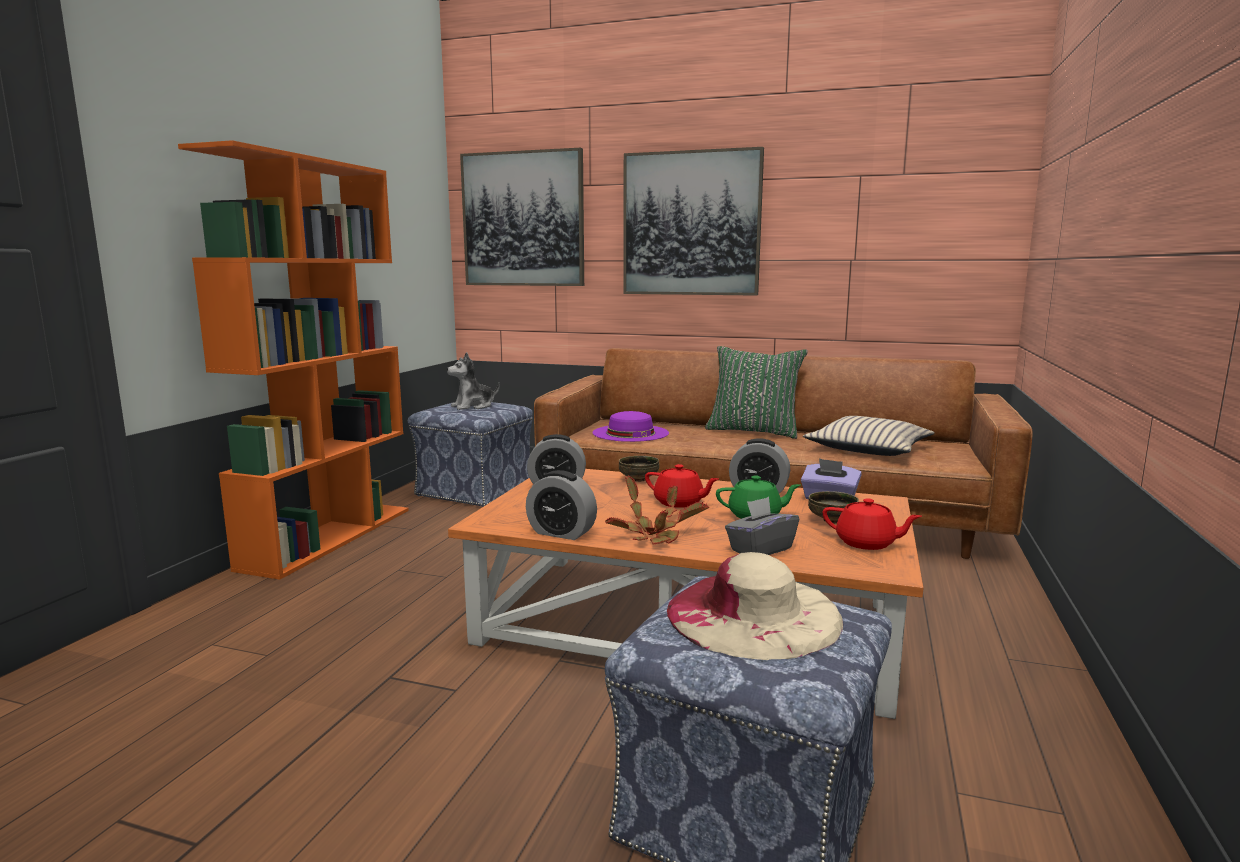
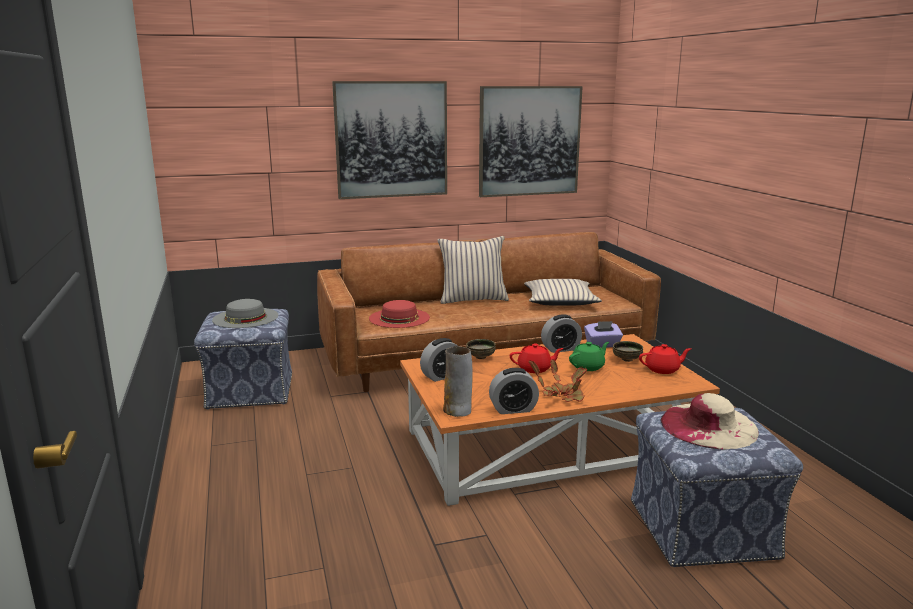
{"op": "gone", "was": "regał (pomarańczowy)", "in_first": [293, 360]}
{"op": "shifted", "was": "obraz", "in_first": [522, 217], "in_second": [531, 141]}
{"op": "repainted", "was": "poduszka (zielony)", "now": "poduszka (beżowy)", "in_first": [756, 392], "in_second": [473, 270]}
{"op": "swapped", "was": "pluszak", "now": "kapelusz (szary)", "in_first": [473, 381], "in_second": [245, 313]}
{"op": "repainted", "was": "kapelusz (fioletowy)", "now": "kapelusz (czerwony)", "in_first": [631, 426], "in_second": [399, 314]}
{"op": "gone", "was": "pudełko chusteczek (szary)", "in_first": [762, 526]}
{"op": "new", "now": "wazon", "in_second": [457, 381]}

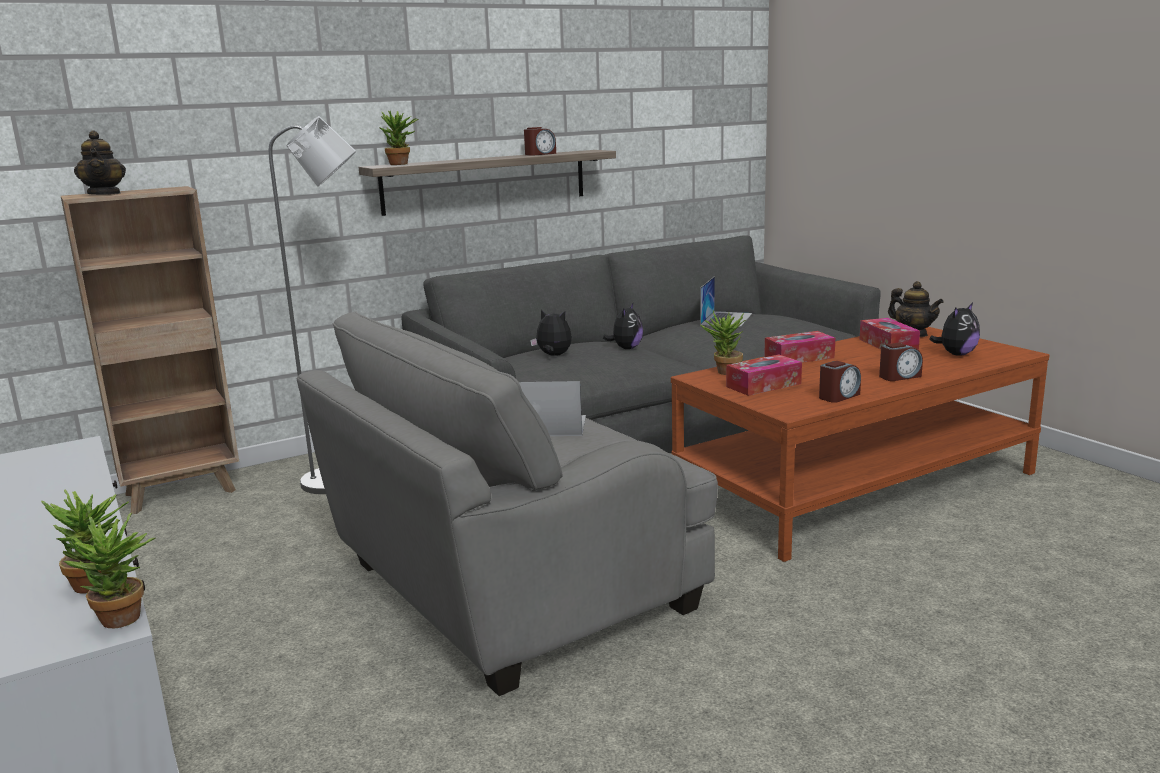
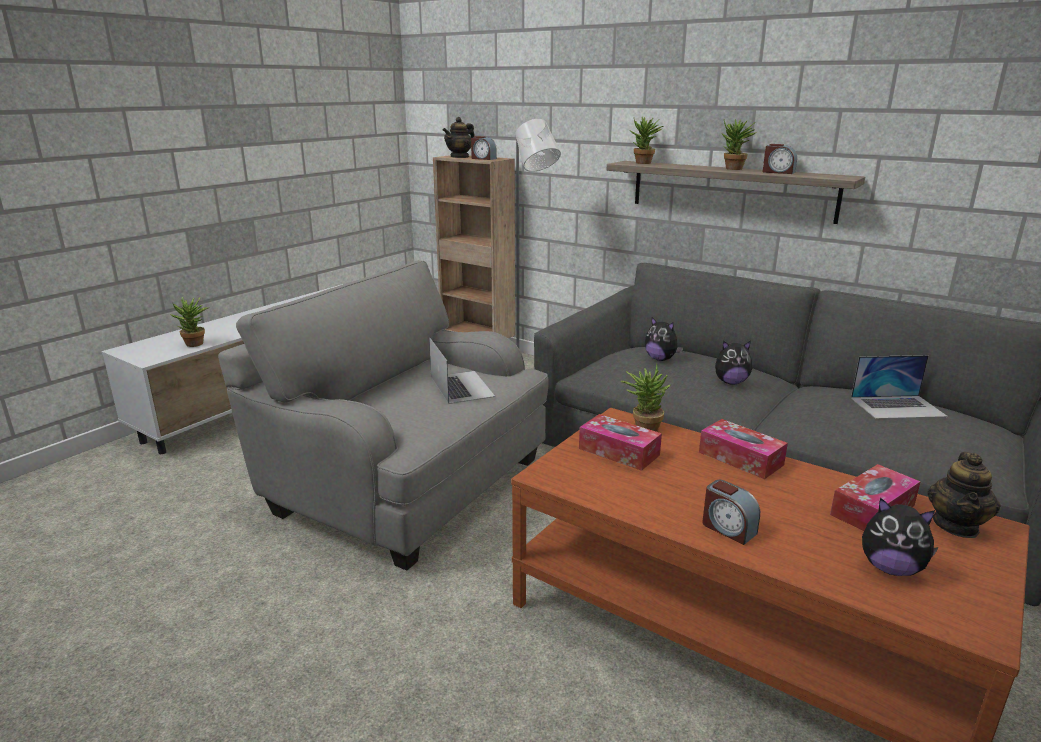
{"op": "rotated", "was": "pluszak", "in_first": [551, 333], "in_second": [664, 339], "clockwise": 135}
{"op": "shifted", "was": "budzik", "in_first": [840, 382], "in_second": [484, 148]}
{"op": "shifted", "was": "roślina doniczkowa", "in_first": [109, 570], "in_second": [739, 144]}

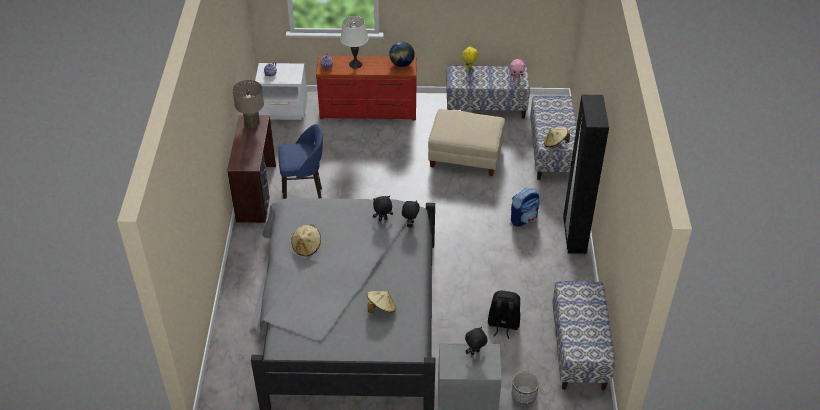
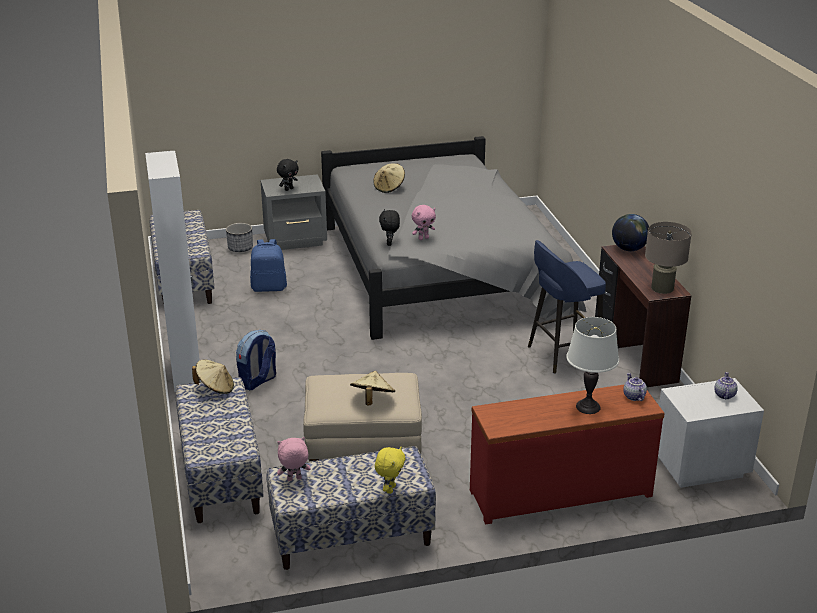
{"op": "shifted", "was": "globus", "in_first": [402, 54], "in_second": [630, 232]}
{"op": "repainted", "was": "szafa (czarny)", "now": "szafa (biały)", "in_first": [586, 174], "in_second": [173, 271]}
{"op": "repainted", "was": "pluszak (czarny)", "now": "pluszak (różowy)", "in_first": [383, 208], "in_second": [424, 222]}
{"op": "shifted", "was": "kapelusz (beżowy)", "in_first": [306, 240], "in_second": [372, 388]}
{"op": "repainted", "was": "plecak (czarny)", "now": "plecak (niebieski)", "in_first": [504, 315], "in_second": [268, 265]}

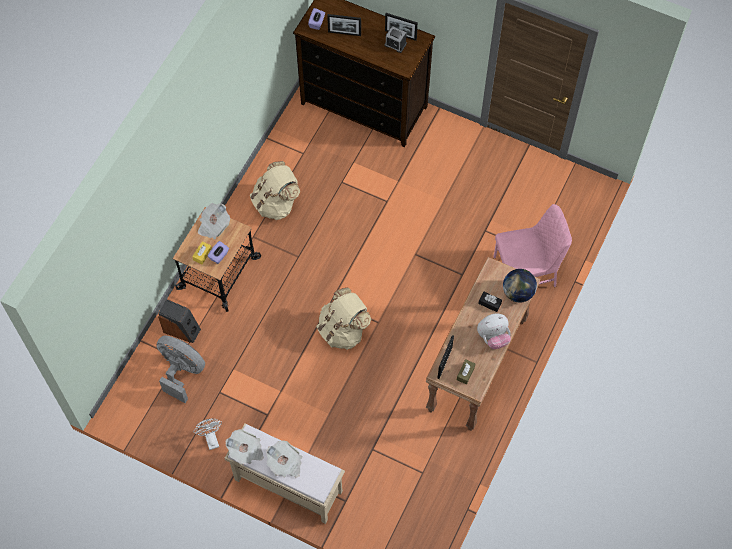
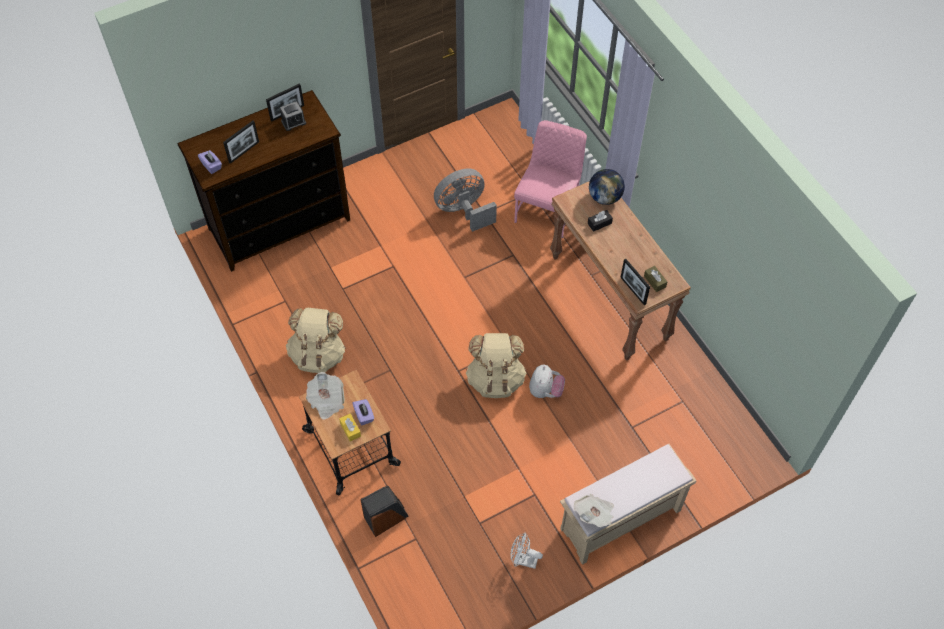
{"op": "shifted", "was": "pluszak", "in_first": [494, 331], "in_second": [547, 381]}
{"op": "shifted", "was": "wentylator (szary)", "in_first": [180, 369], "in_second": [465, 200]}
{"op": "gone", "was": "gazeta", "in_first": [284, 459]}

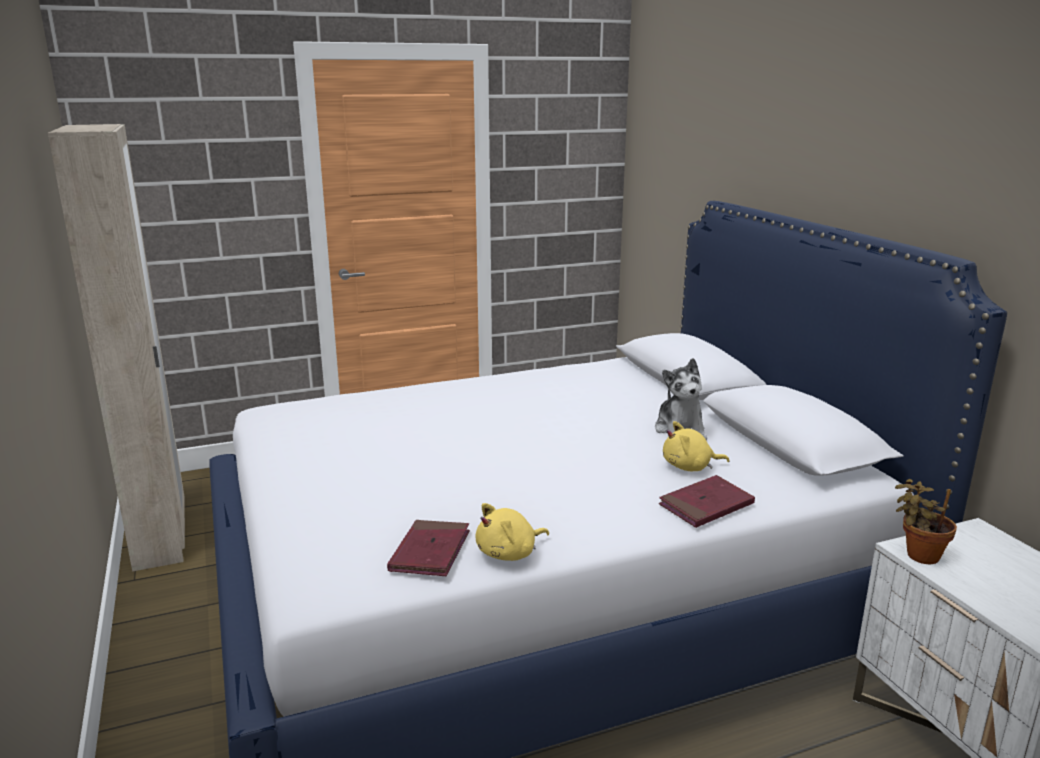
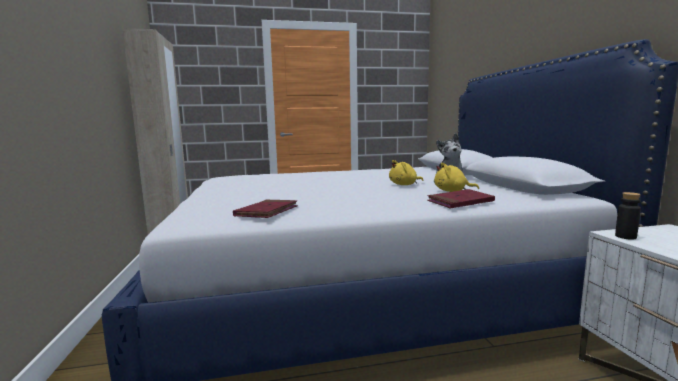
{"op": "swapped", "was": "roślina doniczkowa", "now": "butelka (czarny)", "in_first": [926, 521], "in_second": [628, 216]}
{"op": "shifted", "was": "pluszak (żółty)", "in_first": [512, 532], "in_second": [406, 172]}

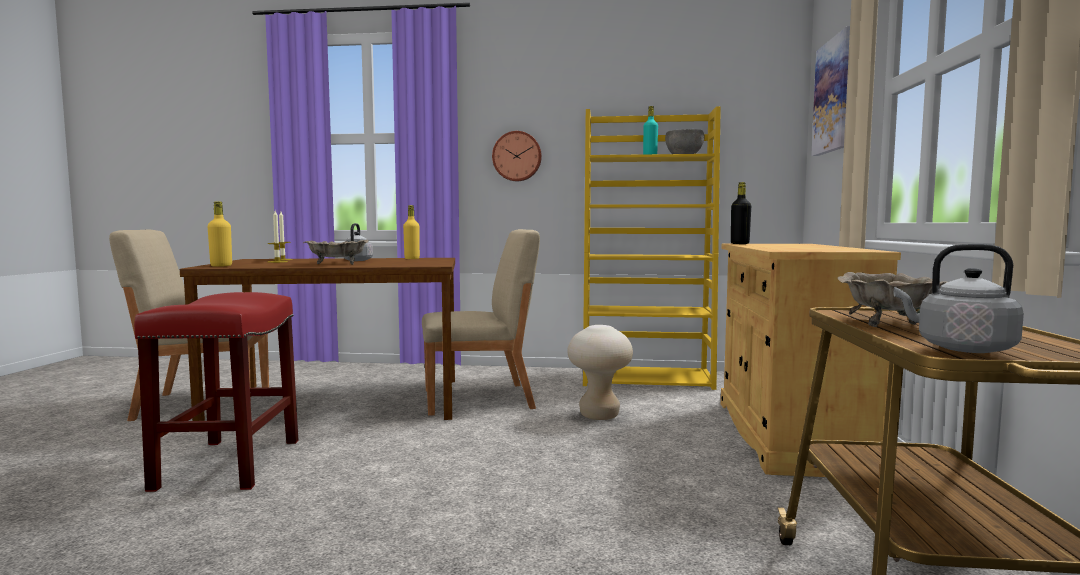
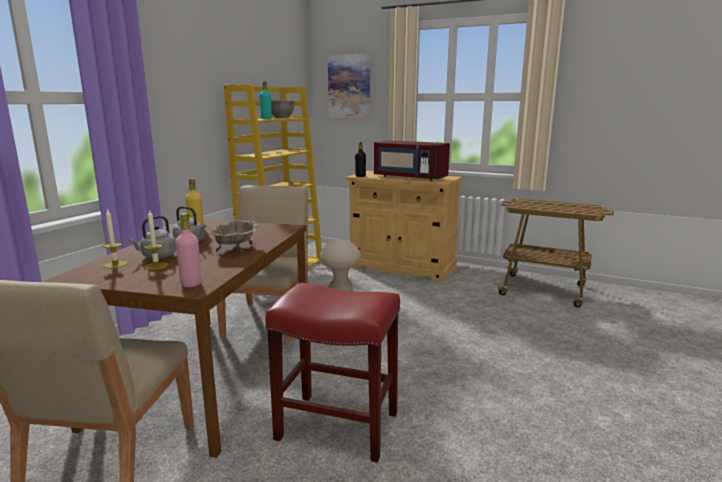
{"op": "gone", "was": "zegar ścienny", "in_first": [517, 156]}
{"op": "repainted", "was": "butelka (żółty)", "now": "butelka (różowy)", "in_first": [220, 234], "in_second": [188, 250]}
{"op": "shifted", "was": "czajnik (szary)", "in_first": [959, 298], "in_second": [152, 237]}
{"op": "gone", "was": "miska (beżowy)", "in_first": [892, 299]}
{"op": "new", "now": "mikrofalówka (czerwony)", "in_second": [412, 160]}

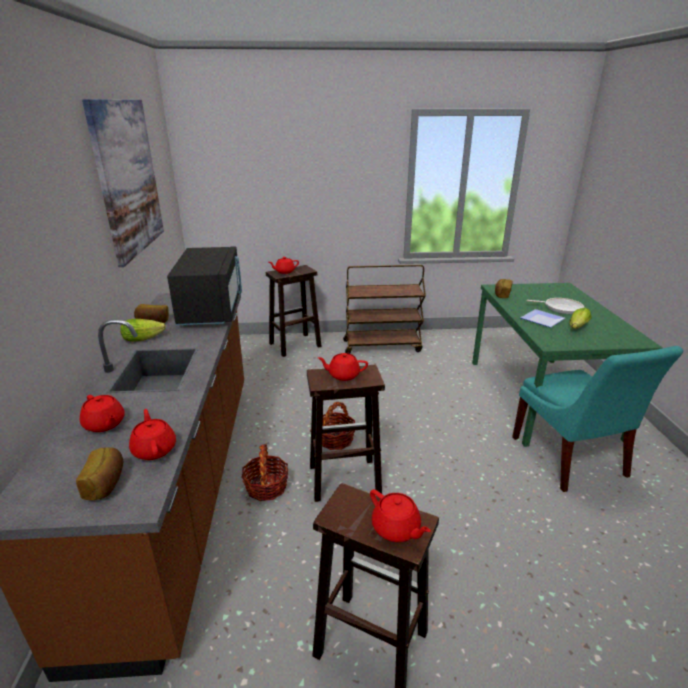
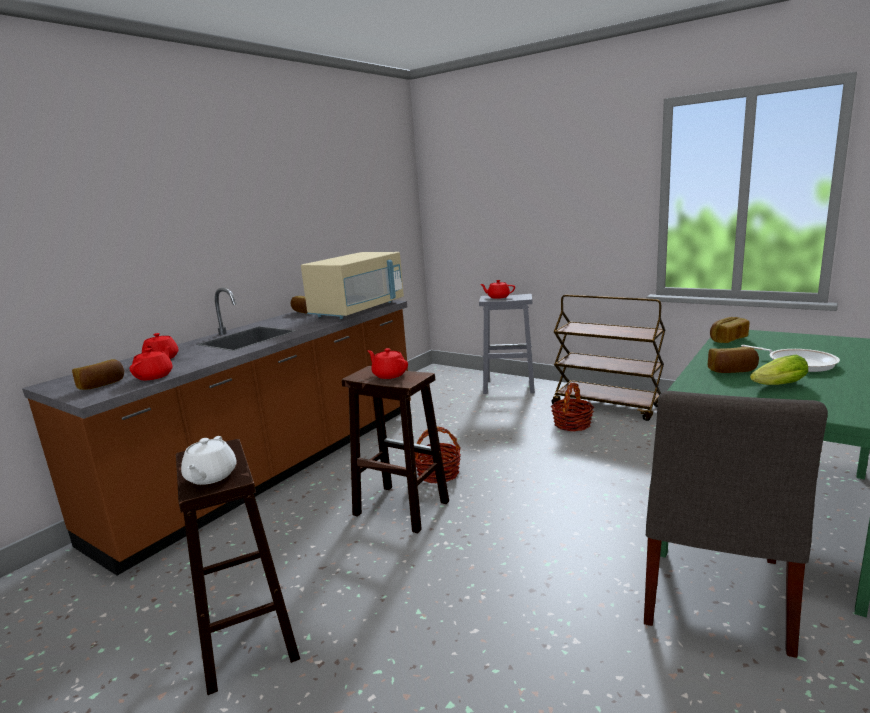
{"op": "gone", "was": "obraz", "in_first": [123, 183]}
{"op": "repainted", "was": "mikrofalówka (czarny)", "now": "mikrofalówka (beżowy)", "in_first": [204, 286], "in_second": [352, 285]}
{"op": "repainted", "was": "stołek (brązowy)", "now": "stołek (szary)", "in_first": [294, 311], "in_second": [507, 344]}
{"op": "swapped", "was": "talerz", "now": "chleb", "in_first": [542, 318], "in_second": [733, 360]}
{"op": "gone", "was": "sałata", "in_first": [143, 330]}
{"op": "repainted", "was": "krzesło (turkusowy)", "now": "krzesło (szary)", "in_first": [597, 419], "in_second": [736, 524]}
{"op": "shifted", "was": "koszyk", "in_first": [265, 472], "in_second": [572, 407]}
{"op": "repainted", "was": "imbryk (czerwony)", "now": "imbryk (biały)", "in_first": [400, 515], "in_second": [209, 460]}

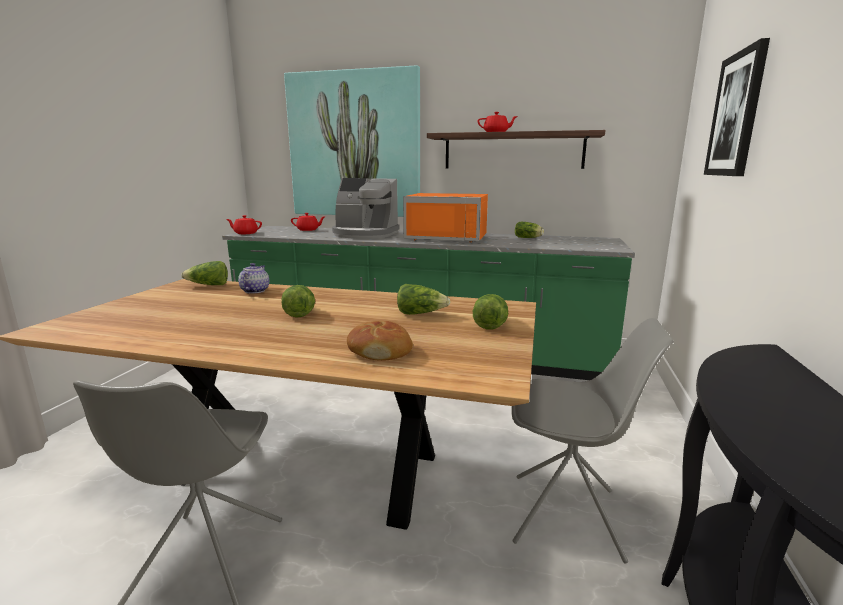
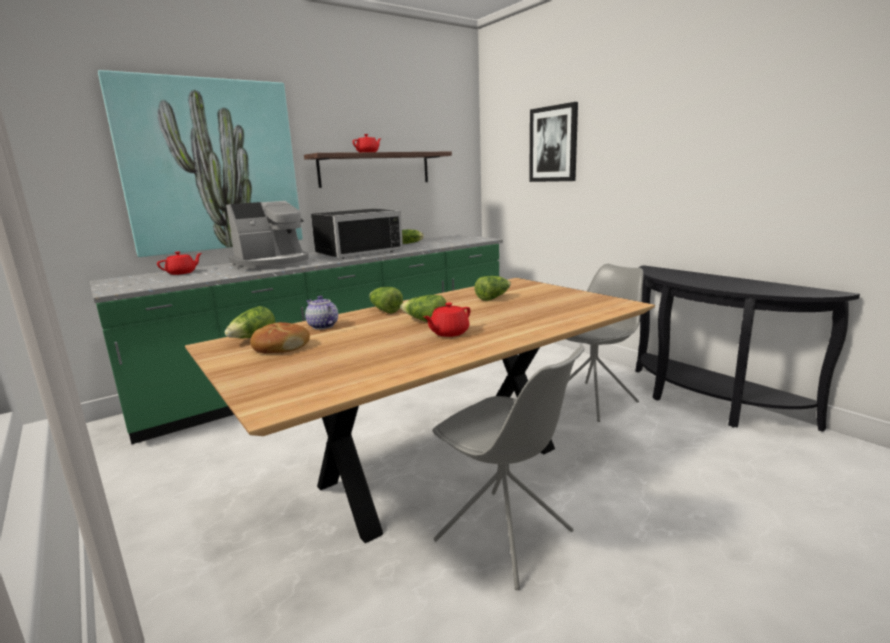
{"op": "repainted", "was": "mikrofalówka (pomarańczowy)", "now": "mikrofalówka (czarny)", "in_first": [445, 218], "in_second": [357, 234]}
{"op": "shifted", "was": "imbryk (czerwony)", "in_first": [244, 224], "in_second": [447, 319]}
{"op": "shifted", "was": "sałata", "in_first": [490, 312], "in_second": [386, 300]}
{"op": "shifted", "was": "chleb", "in_first": [380, 341], "in_second": [280, 337]}

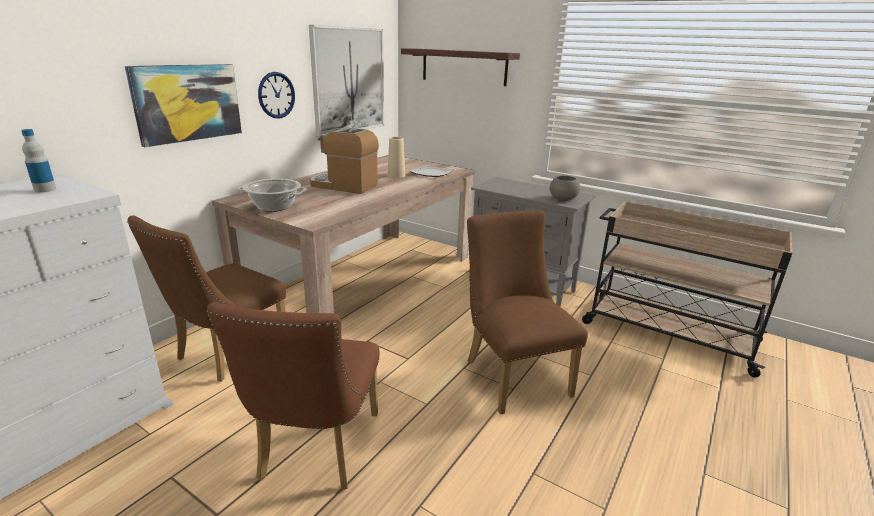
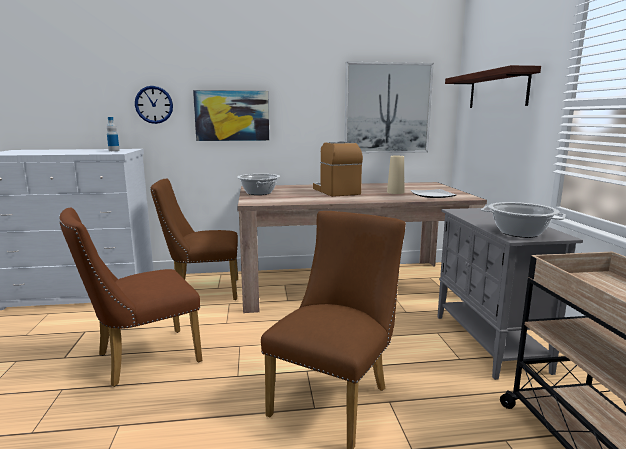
{"op": "shifted", "was": "zegar ścienny", "in_first": [276, 95], "in_second": [154, 105]}
{"op": "swapped", "was": "miska (szary)", "now": "garnek", "in_first": [565, 188], "in_second": [523, 220]}

